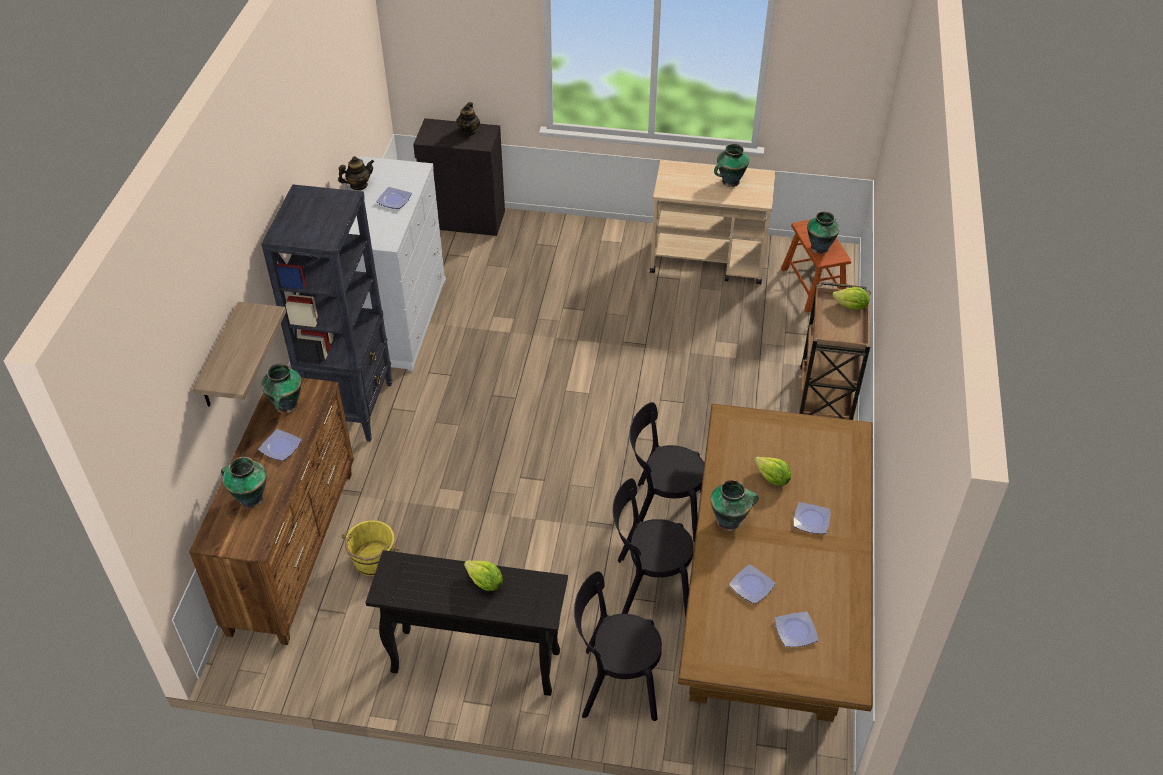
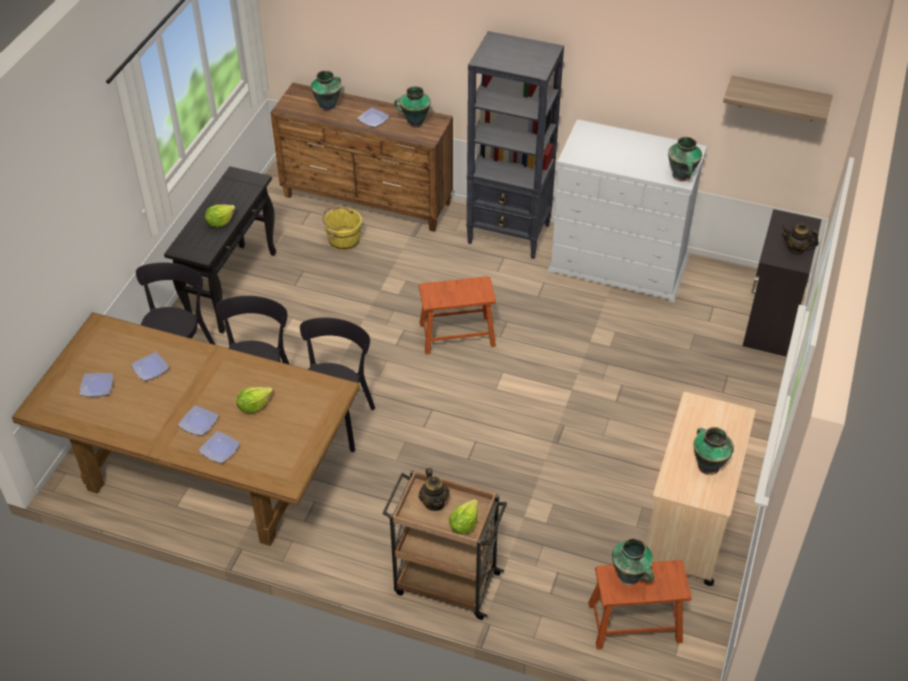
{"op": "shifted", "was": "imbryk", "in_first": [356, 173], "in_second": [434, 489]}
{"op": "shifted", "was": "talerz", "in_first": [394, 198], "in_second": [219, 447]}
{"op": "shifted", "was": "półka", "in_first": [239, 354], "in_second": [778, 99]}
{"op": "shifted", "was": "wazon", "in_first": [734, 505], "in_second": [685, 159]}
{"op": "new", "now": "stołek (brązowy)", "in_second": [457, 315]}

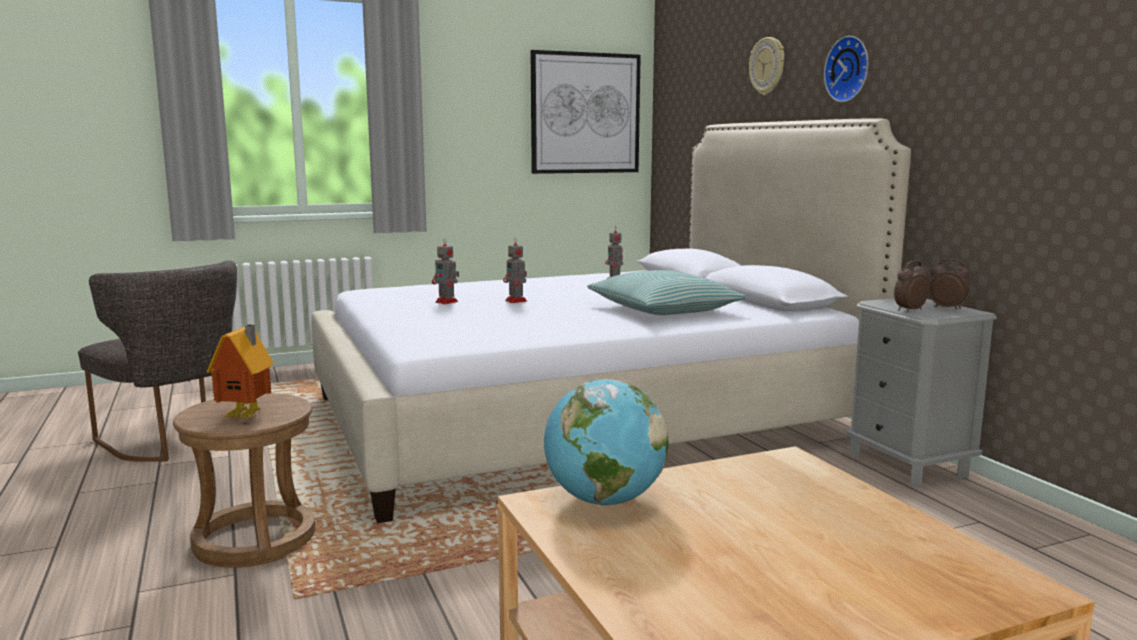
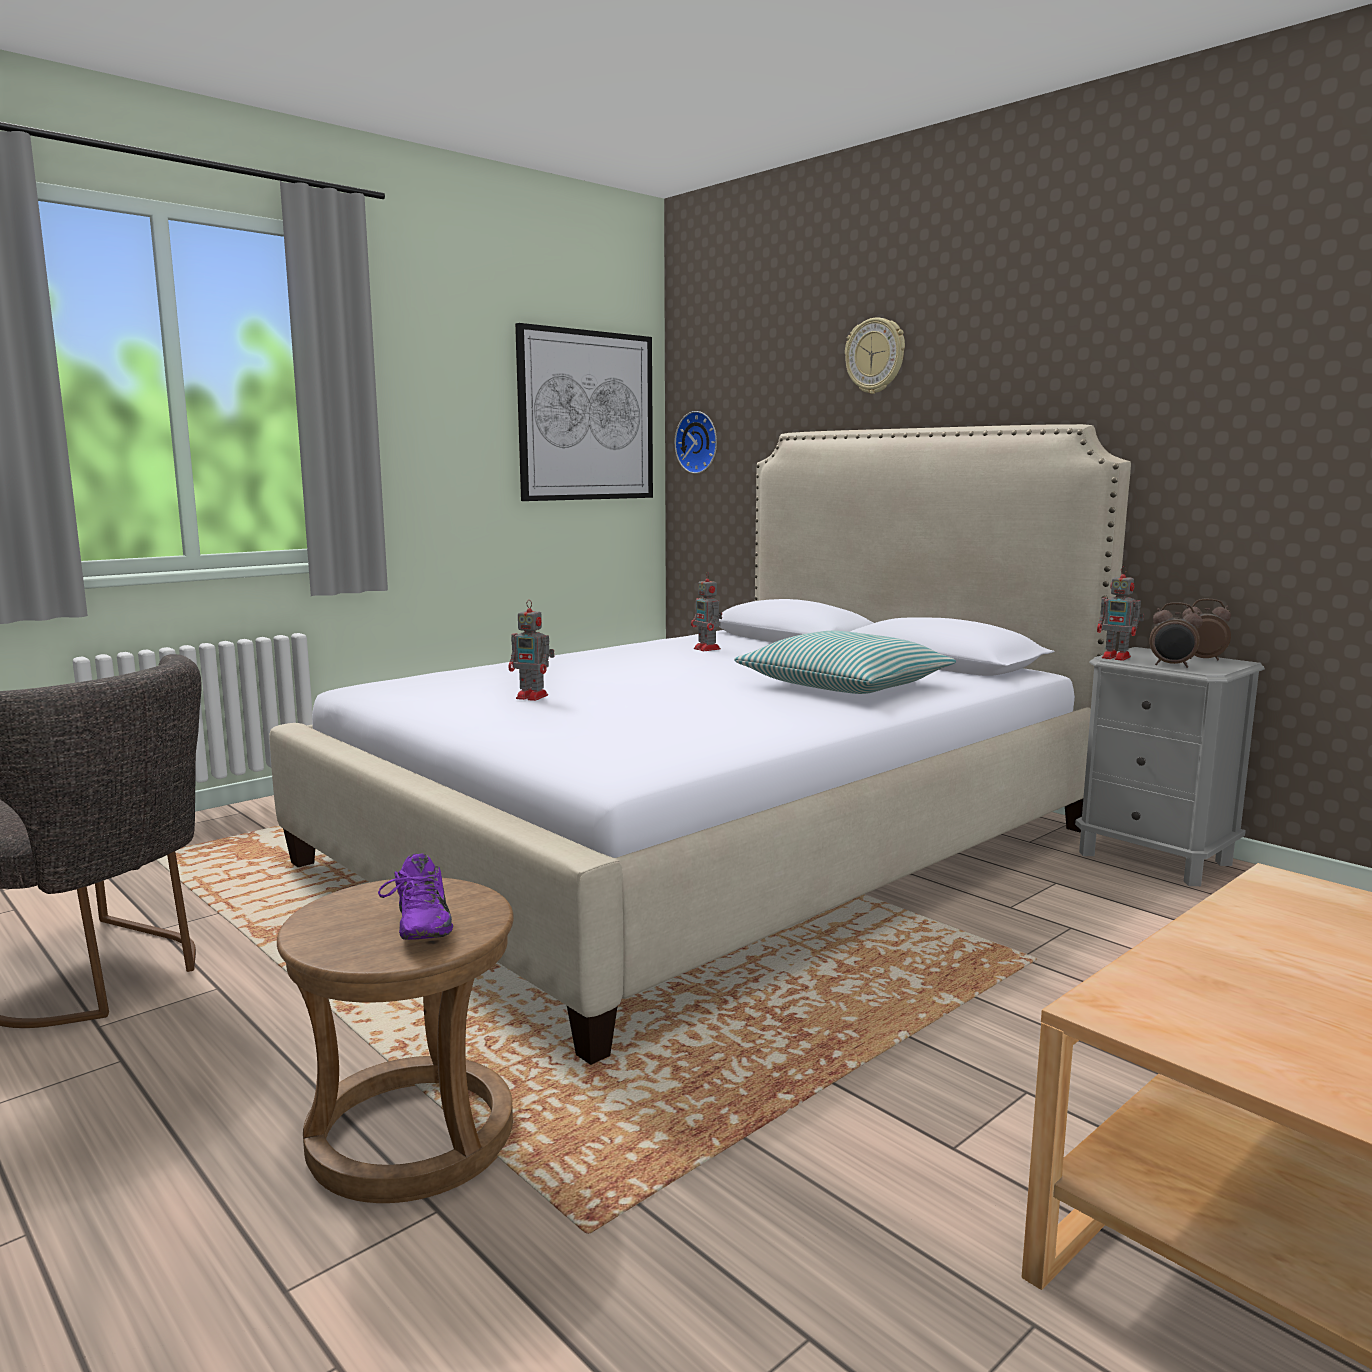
{"op": "shifted", "was": "zegar ścienny", "in_first": [846, 69], "in_second": [696, 442]}
{"op": "shifted", "was": "robot zabawkowy", "in_first": [515, 271], "in_second": [1120, 613]}
{"op": "rotated", "was": "budzik", "in_first": [911, 286], "in_second": [1176, 635], "clockwise": -105}
{"op": "swapped", "was": "domek", "now": "but (fioletowy)", "in_first": [240, 371], "in_second": [415, 896]}
{"op": "gone", "was": "globus", "in_first": [606, 442]}

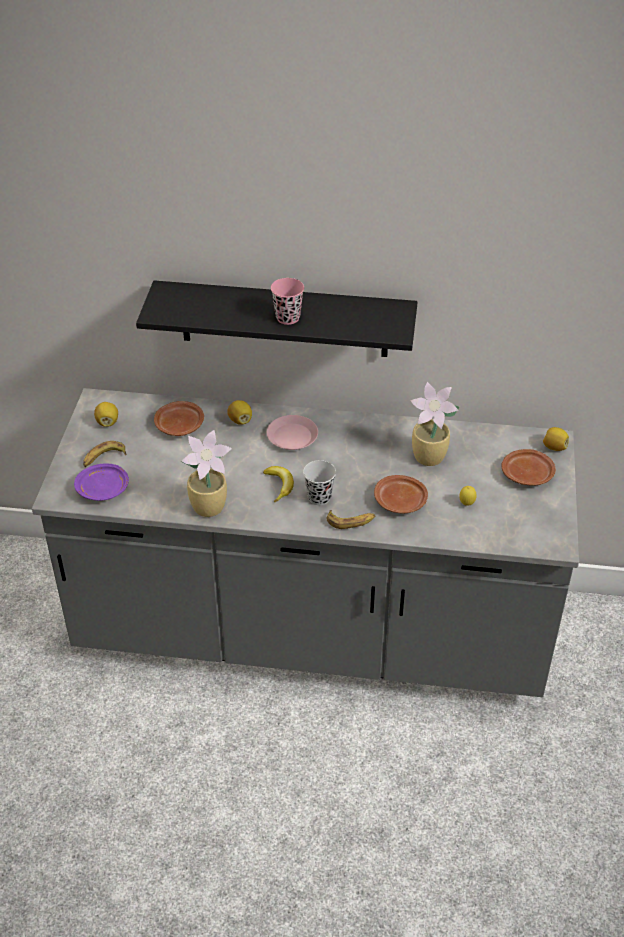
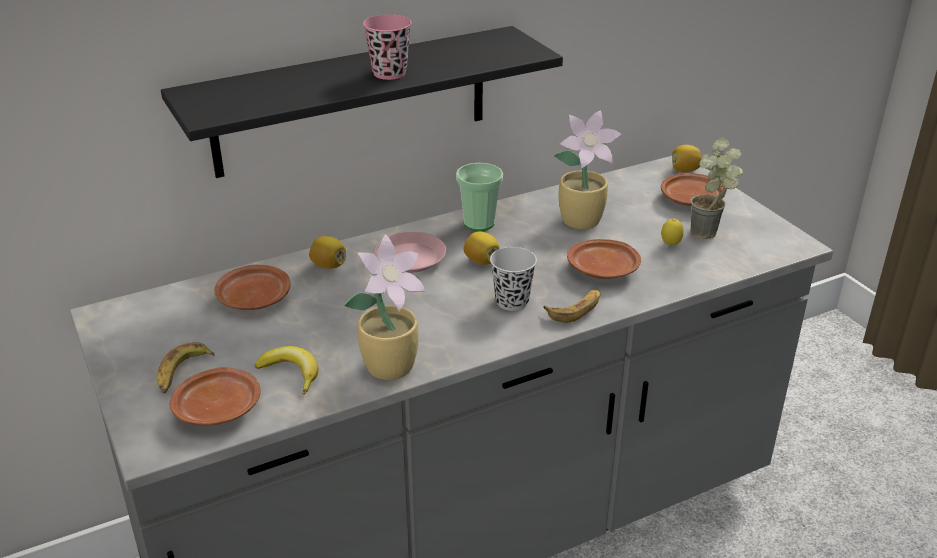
{"op": "shifted", "was": "cytryna", "in_first": [106, 414], "in_second": [482, 248]}
{"op": "repainted", "was": "talerz (fioletowy)", "now": "talerz (brązowy)", "in_first": [101, 482], "in_second": [215, 396]}
{"op": "shifted", "was": "banan", "in_first": [278, 484], "in_second": [287, 370]}
{"op": "new", "now": "roślina doniczkowa", "in_second": [716, 188]}
{"op": "new", "now": "filiżanka", "in_second": [479, 197]}

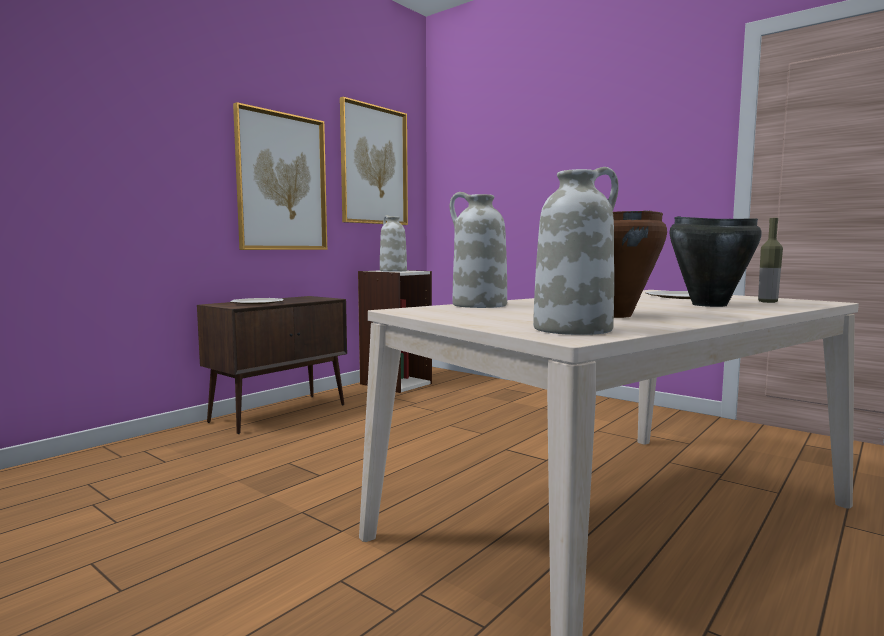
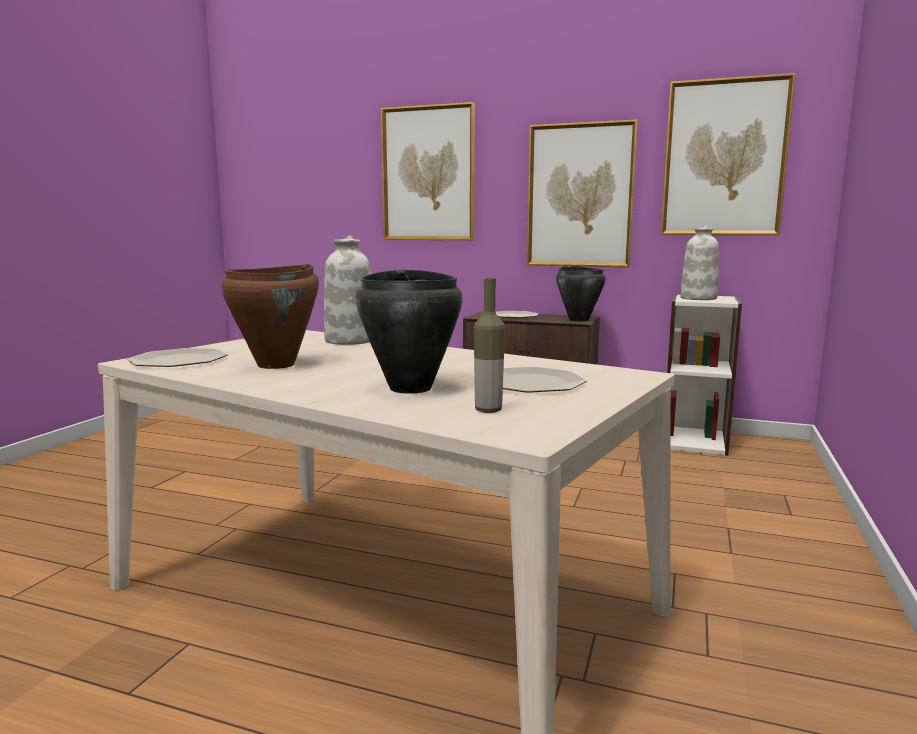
{"op": "swapped", "was": "wazon (biały)", "now": "talerz", "in_first": [576, 251], "in_second": [177, 357]}
{"op": "new", "now": "obraz", "in_second": [428, 171]}
{"op": "new", "now": "garnek (czarny)", "in_second": [580, 293]}

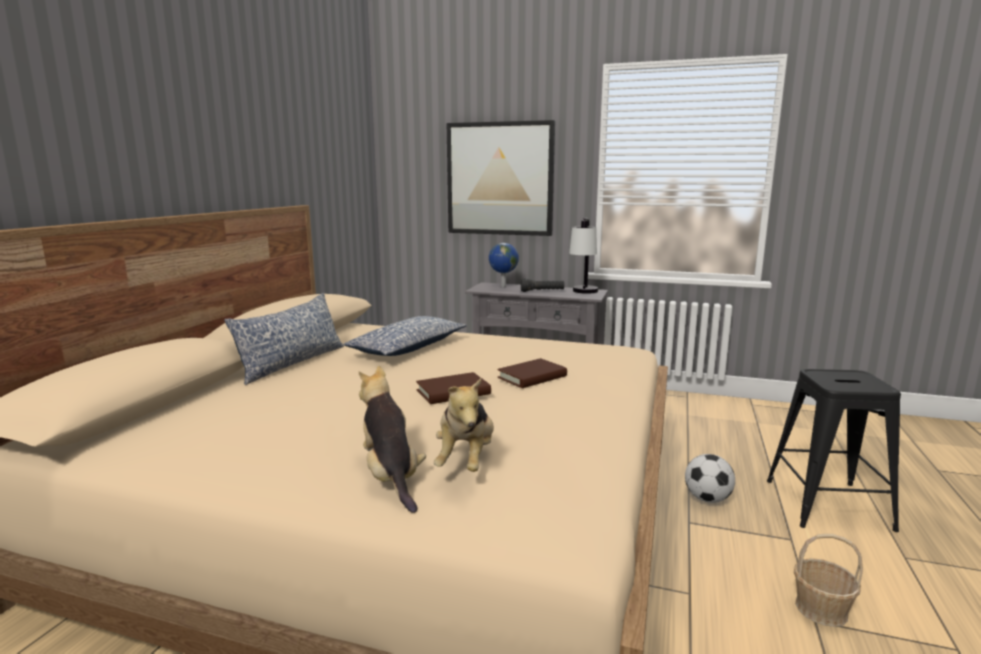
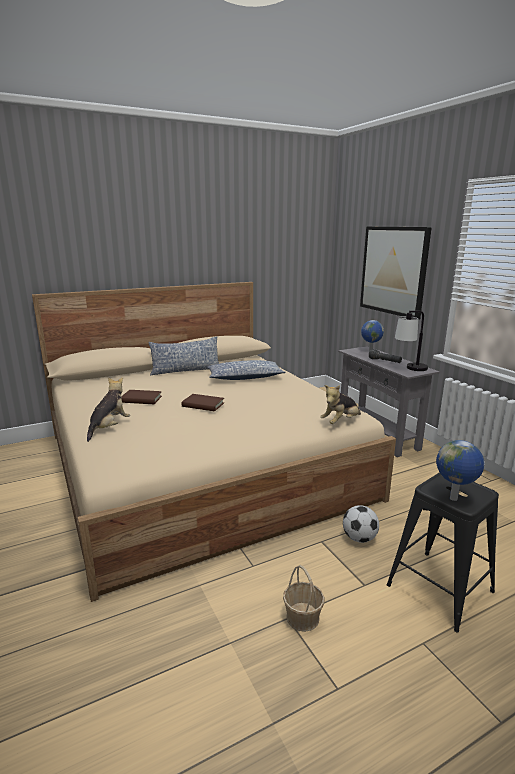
{"op": "shifted", "was": "książka (brązowy)", "in_first": [532, 373], "in_second": [141, 397]}
{"op": "shifted", "was": "pluszak", "in_first": [464, 424], "in_second": [340, 404]}
{"op": "new", "now": "globus", "in_second": [460, 470]}

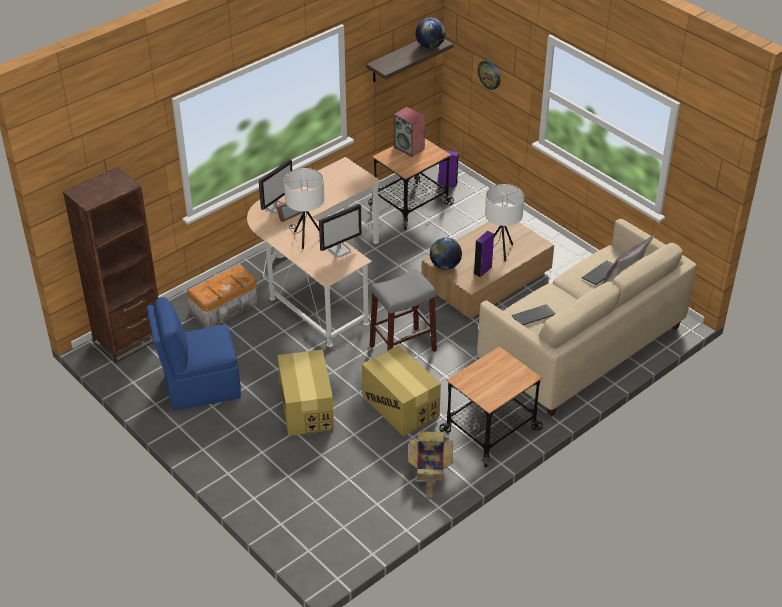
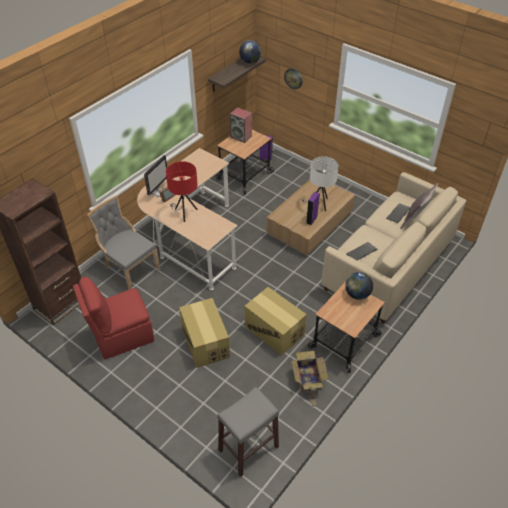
{"op": "repainted", "was": "lampa stołowa (biały)", "now": "lampa stołowa (czerwony)", "in_first": [304, 208], "in_second": [182, 191]}
{"op": "gone", "was": "monitor", "in_first": [340, 231]}
{"op": "shifted", "was": "globus", "in_first": [446, 254], "in_second": [359, 286]}
{"op": "swapped", "was": "pojemnik do przechowywania", "now": "krzesło (szary)", "in_first": [222, 296], "in_second": [124, 243]}
{"op": "shifted", "was": "stołek (szary)", "in_first": [403, 310], "in_second": [248, 432]}
{"op": "repainted", "was": "krzesło (niebieski)", "now": "krzesło (czerwony)", "in_first": [193, 354], "in_second": [113, 318]}

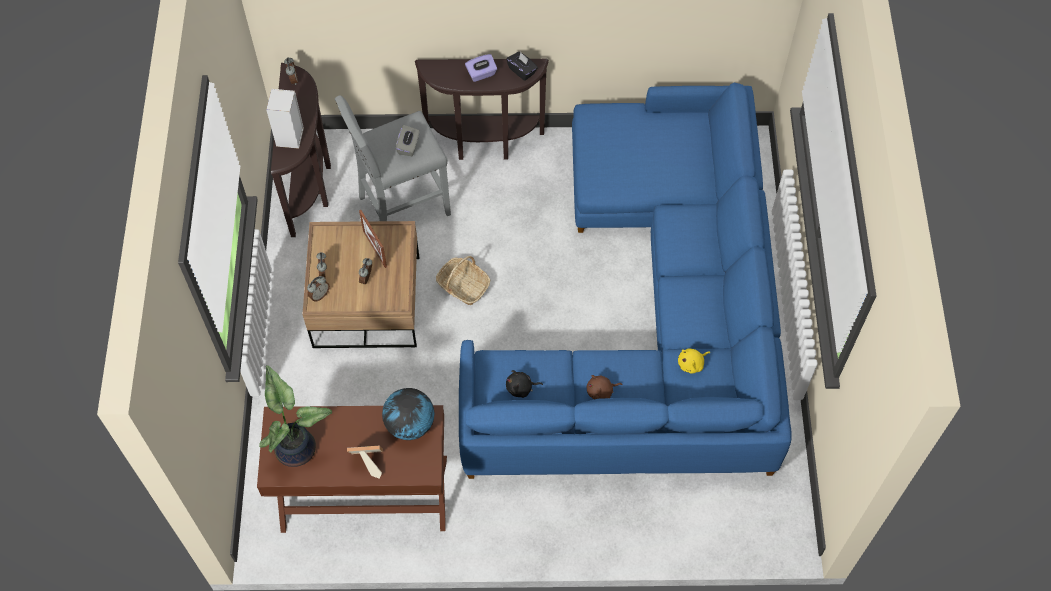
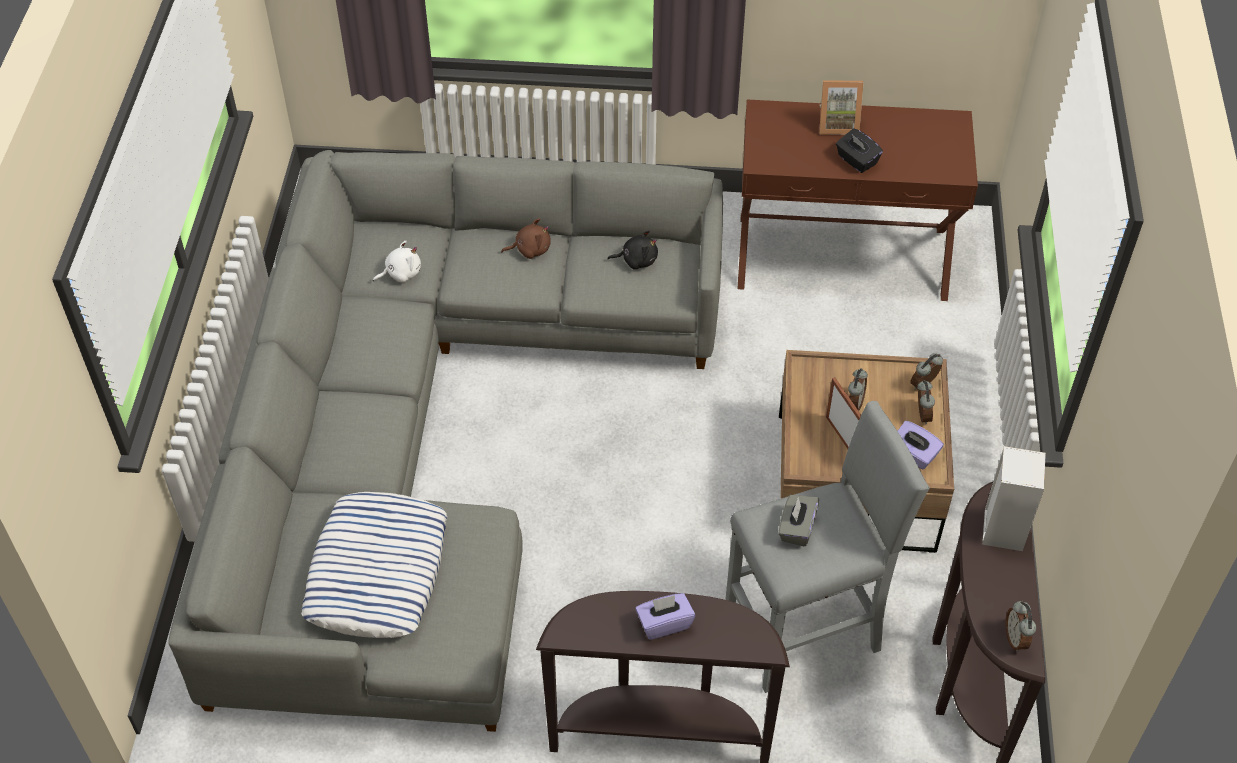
{"op": "shifted", "was": "pudełko chusteczek (czarny)", "in_first": [522, 66], "in_second": [859, 150]}
{"op": "repainted", "was": "kanapa (niebieski)", "now": "kanapa (szary)", "in_first": [625, 281], "in_second": [445, 441]}
{"op": "gone", "was": "koszyk", "in_first": [463, 280]}
{"op": "repainted", "was": "pluszak (żółty)", "now": "pluszak (biały)", "in_first": [694, 361], "in_second": [397, 262]}
{"op": "gone", "was": "roślina doniczkowa", "in_first": [295, 416]}
{"op": "gone", "was": "globus", "in_first": [408, 414]}
{"op": "new", "now": "pudełko chusteczek (fioletowy)", "in_second": [921, 445]}
{"op": "new", "now": "poduszka", "in_second": [374, 565]}

